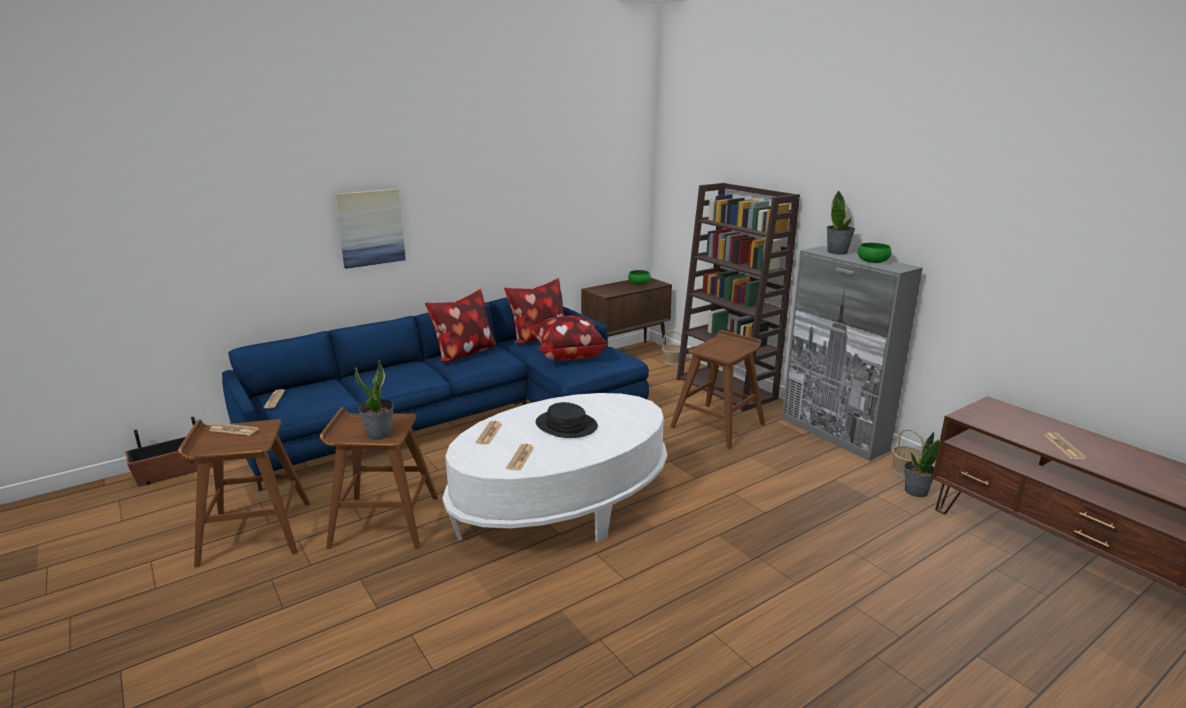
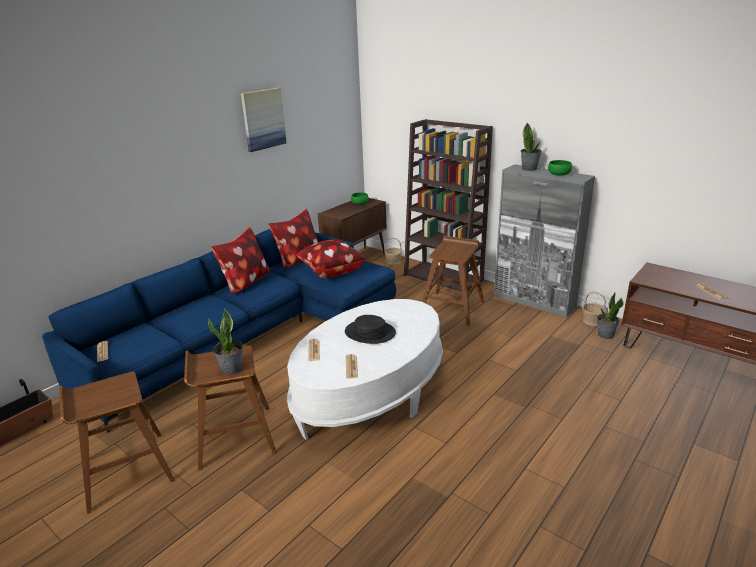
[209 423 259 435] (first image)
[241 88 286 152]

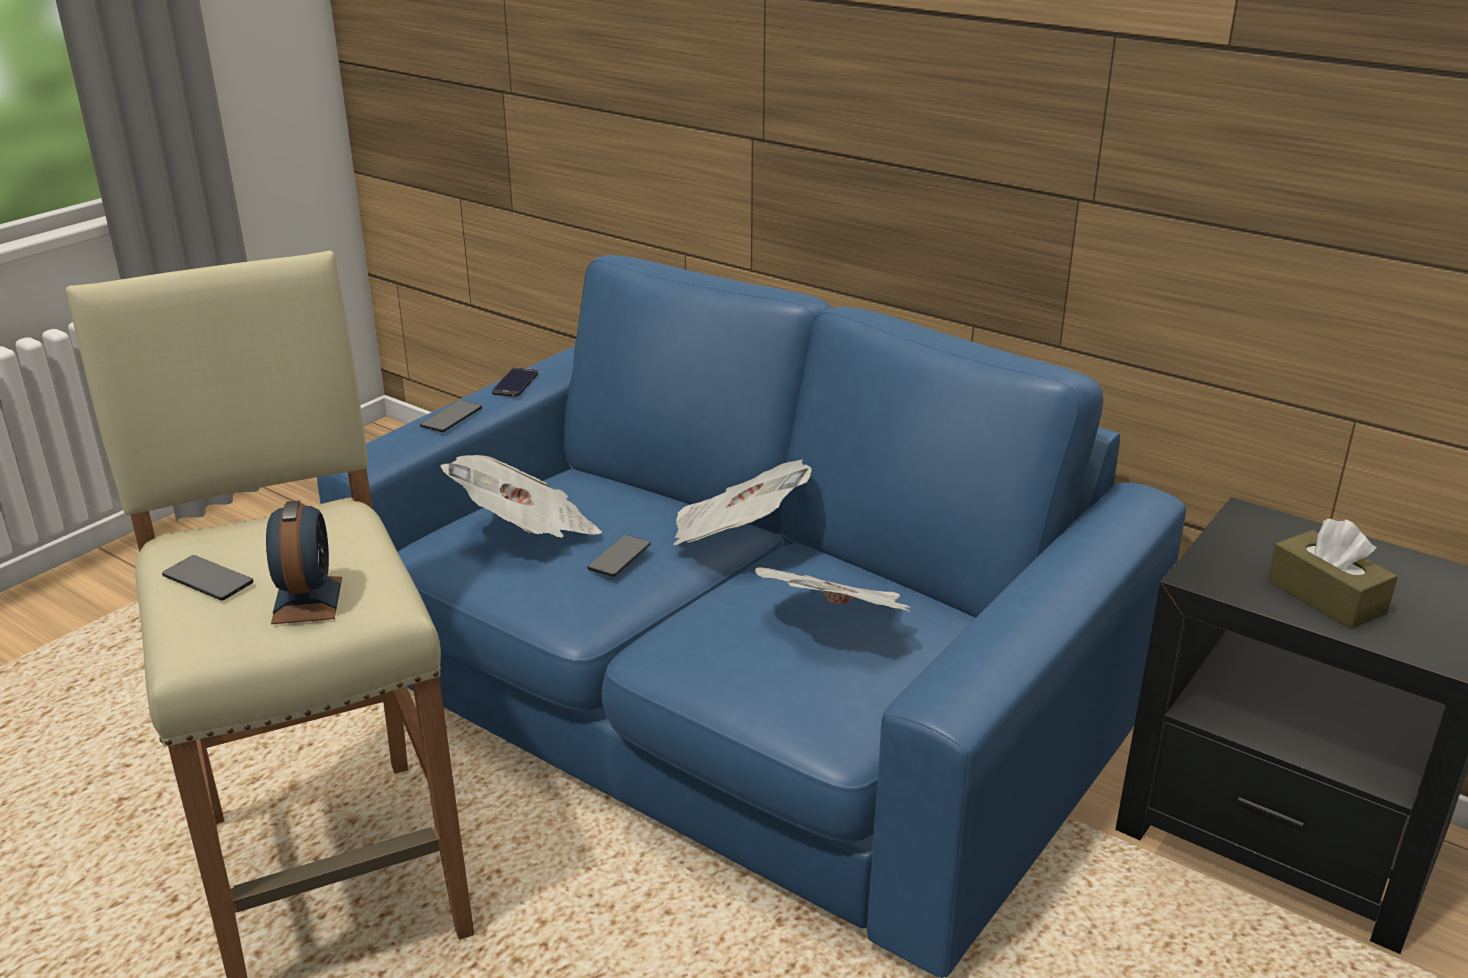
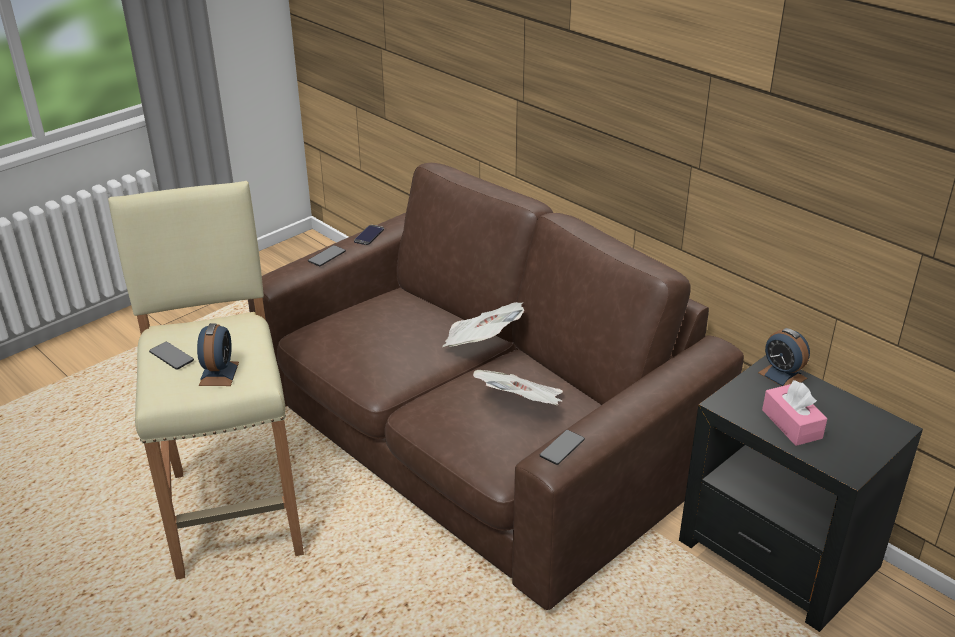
[440 455 602 538] (first image)
[758 328 810 386]
[540 430 585 465]
[248 163 744 610]
[762 380 828 446]

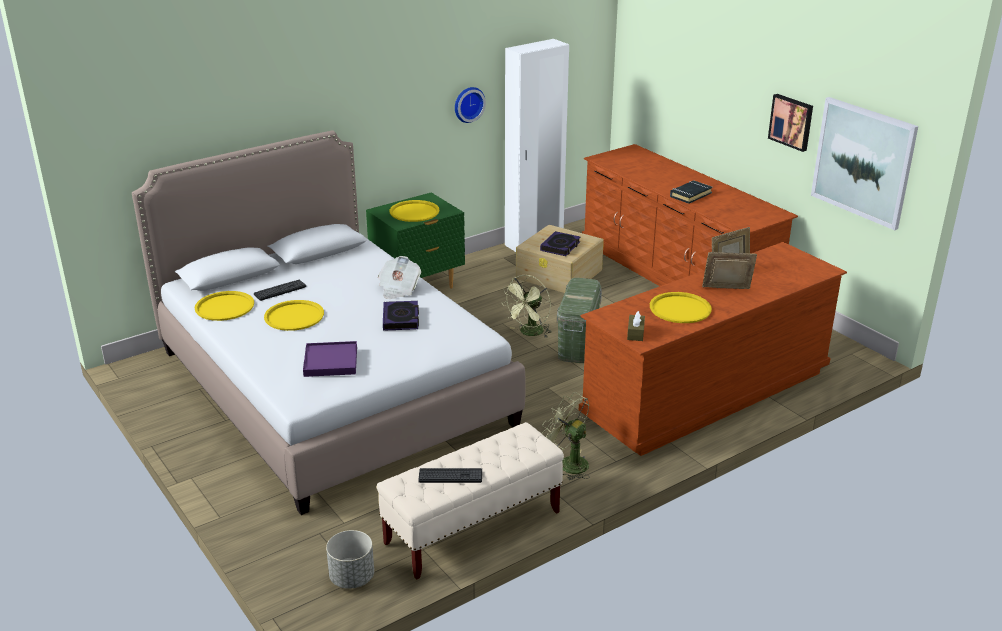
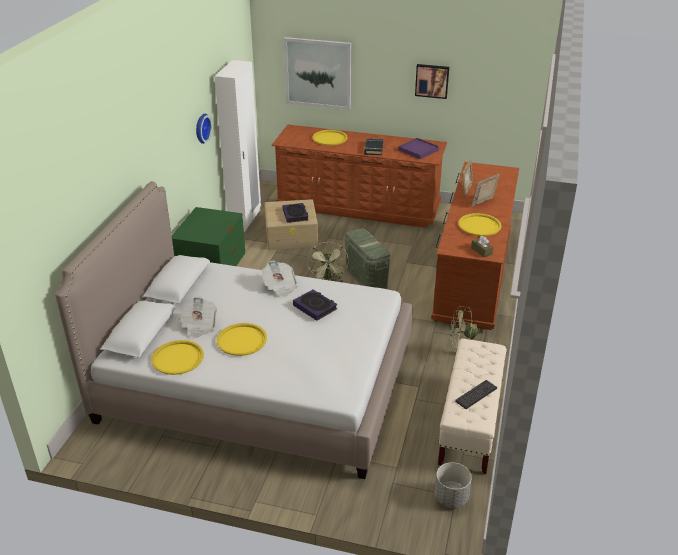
[398 138 439 159]
[313 130 348 145]
[284 37 351 110]
[179 297 217 339]

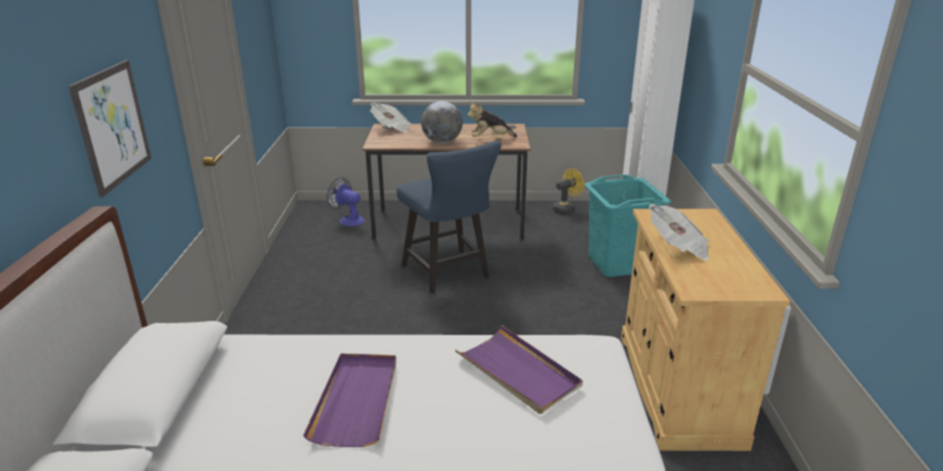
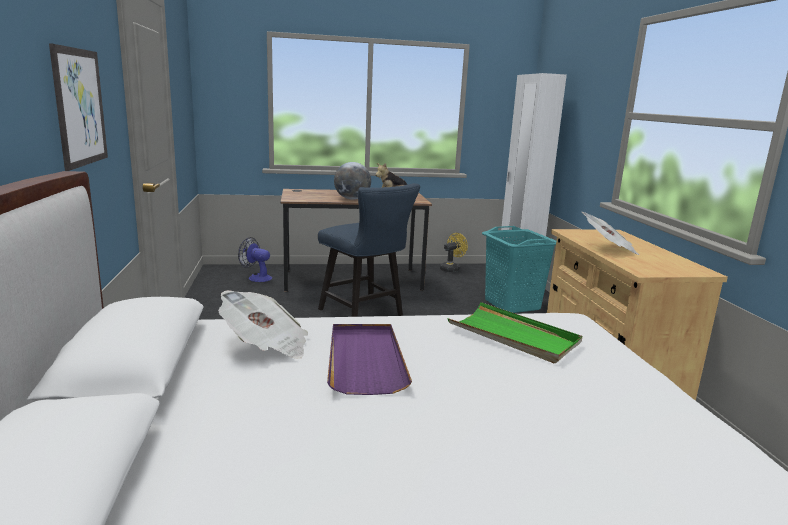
[218 290 308 359]
[448 302 582 363]

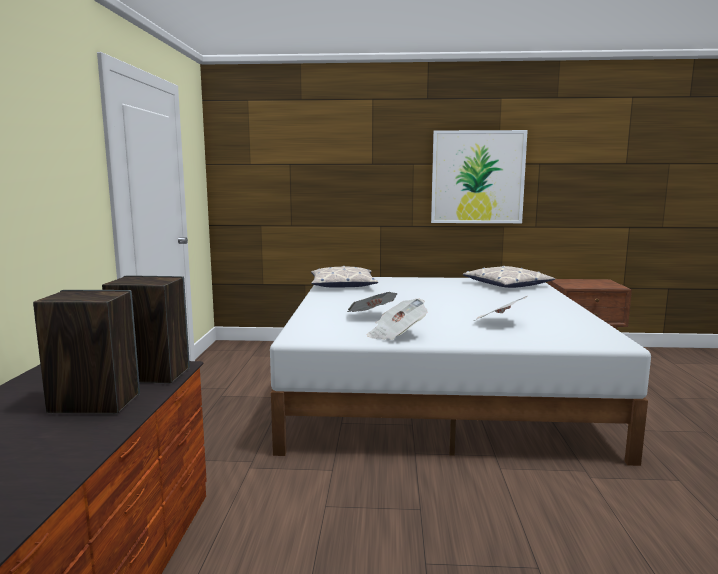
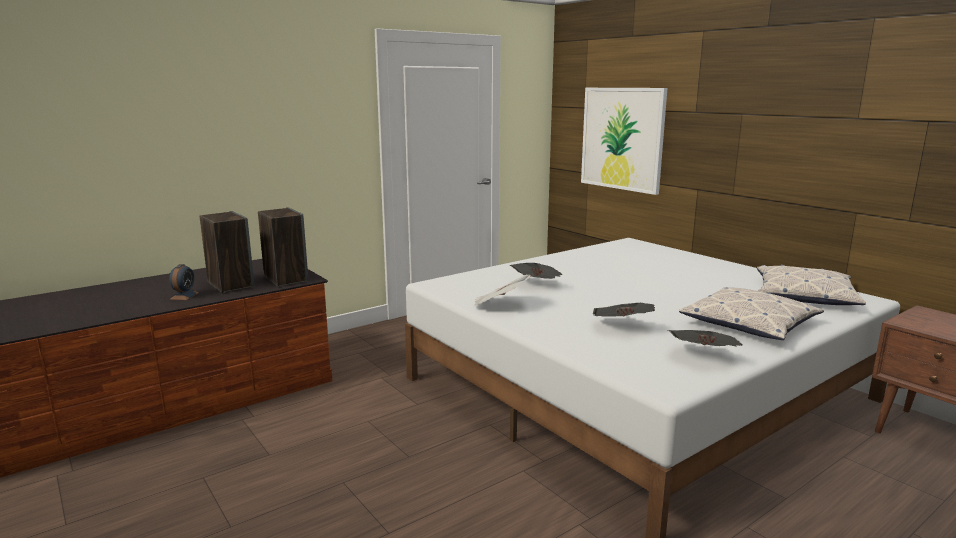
[169 264 199 300]
[668 330 743 346]
[679 287 824 340]
[581 88 667 195]

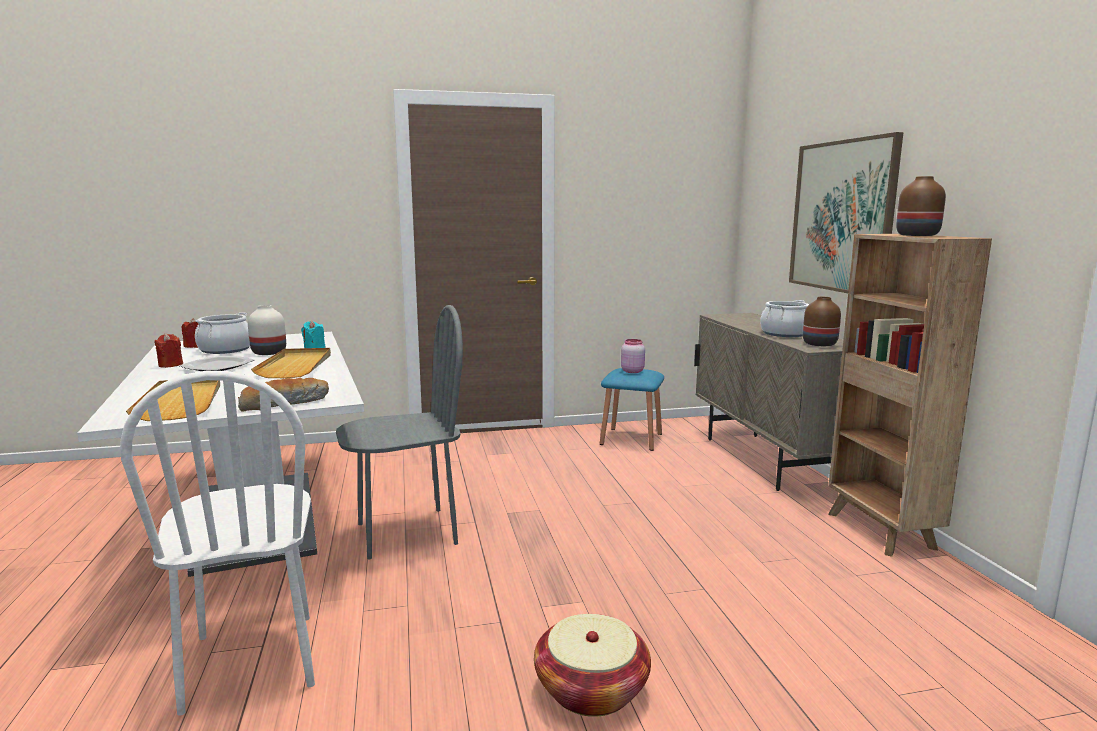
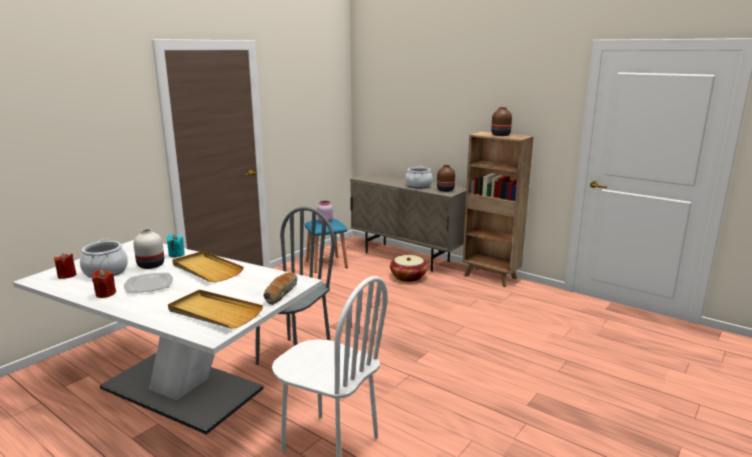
[789 132 903 293] (first image)
[390 255 428 282]

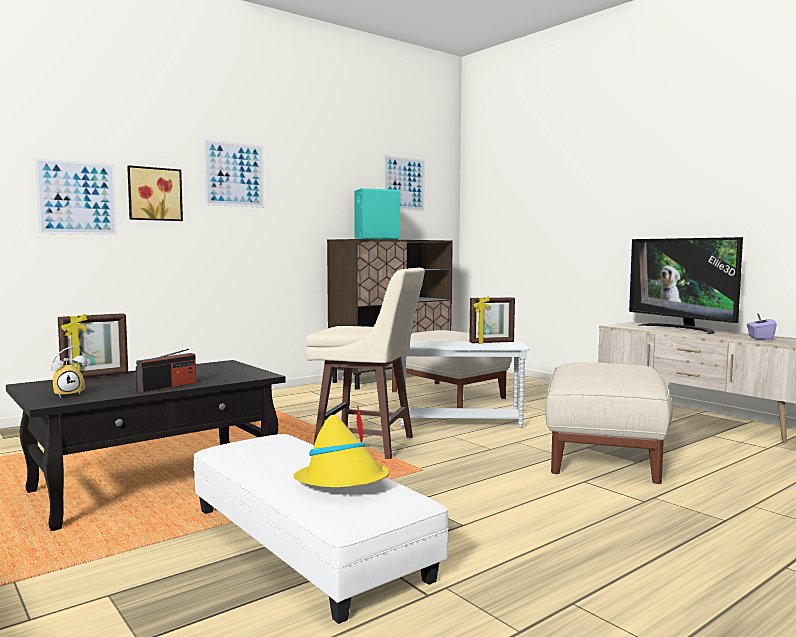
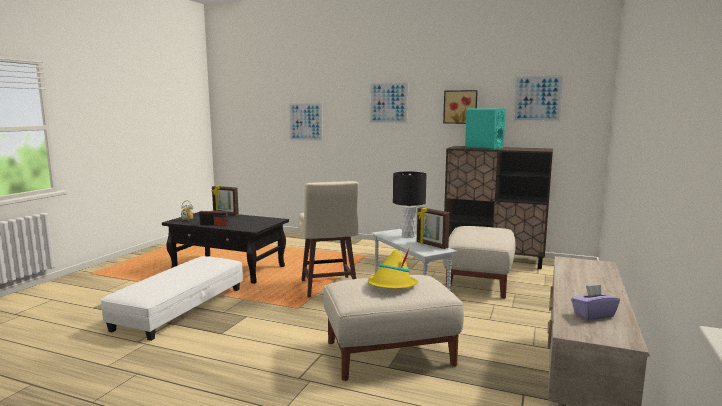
[629 237 743 334] (first image)
[393 172 427 238]
[443 90 478 124]
[368 249 418 289]

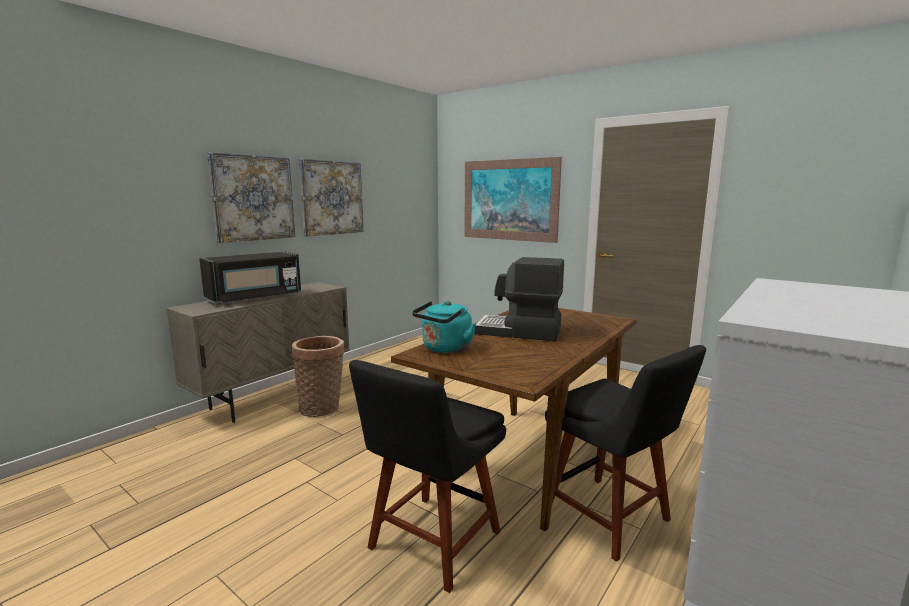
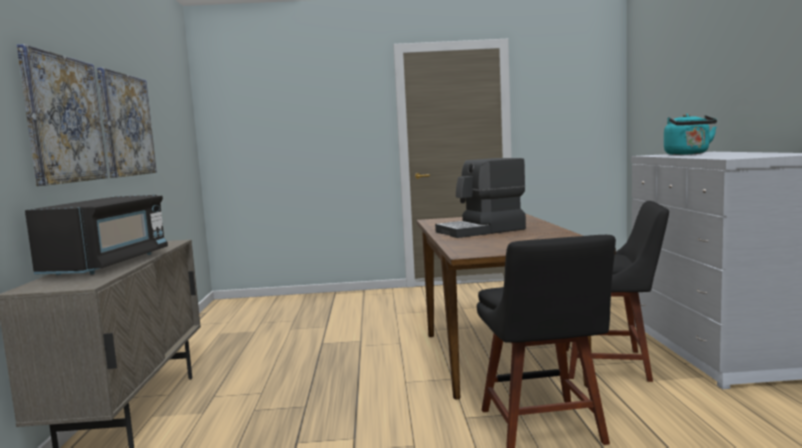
[292 336 344 417] (first image)
[464 157 562 243] (first image)
[664 114 717 155]

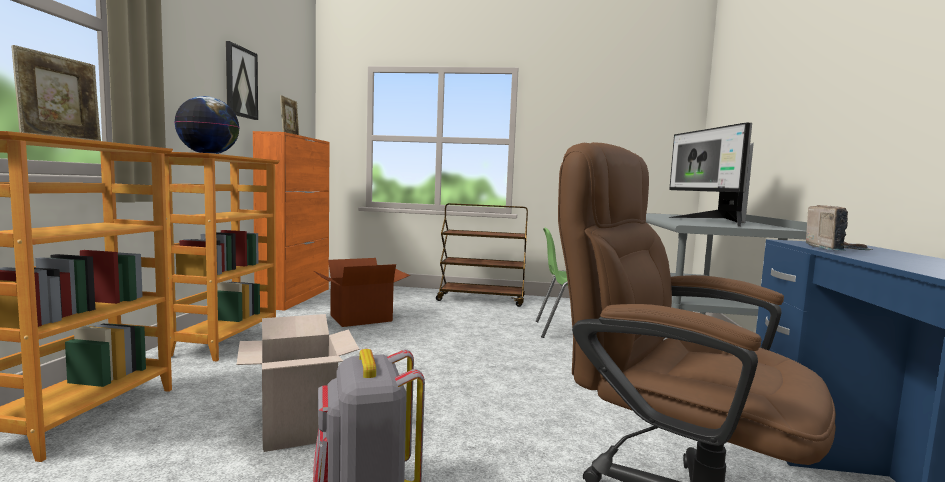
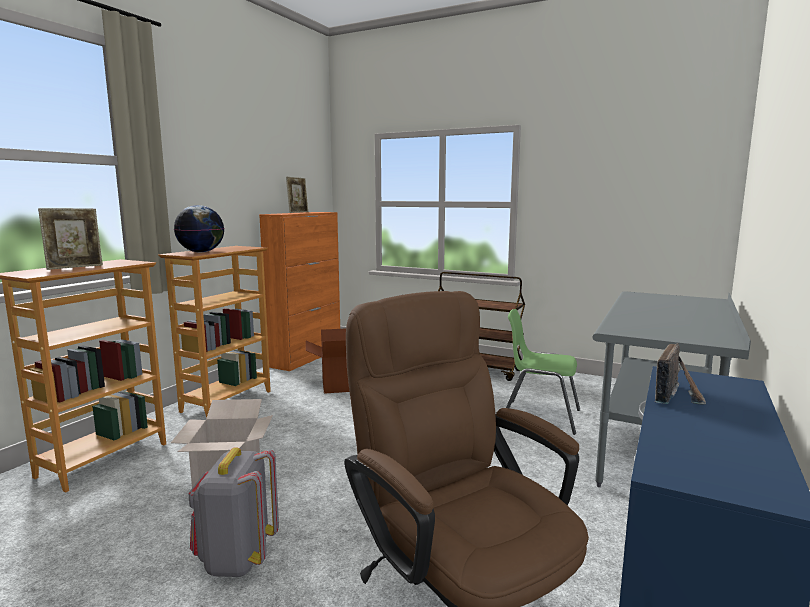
[226 41 258 120] (first image)
[668 122 754 227] (first image)

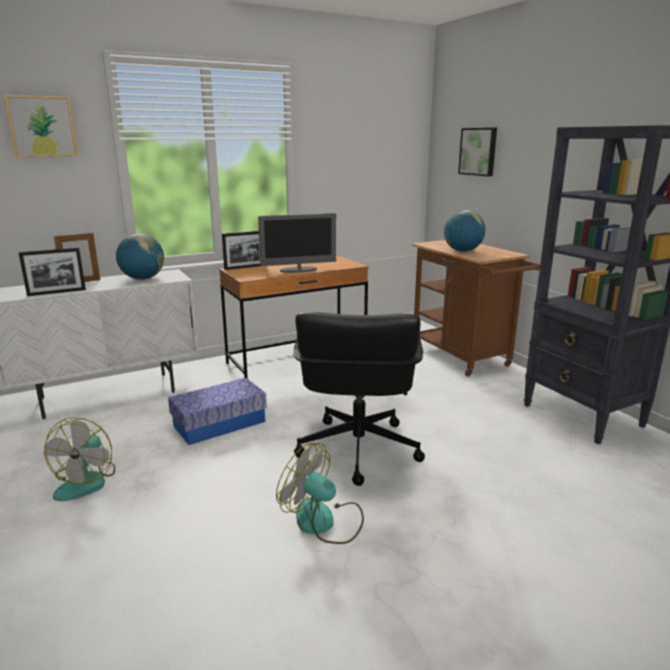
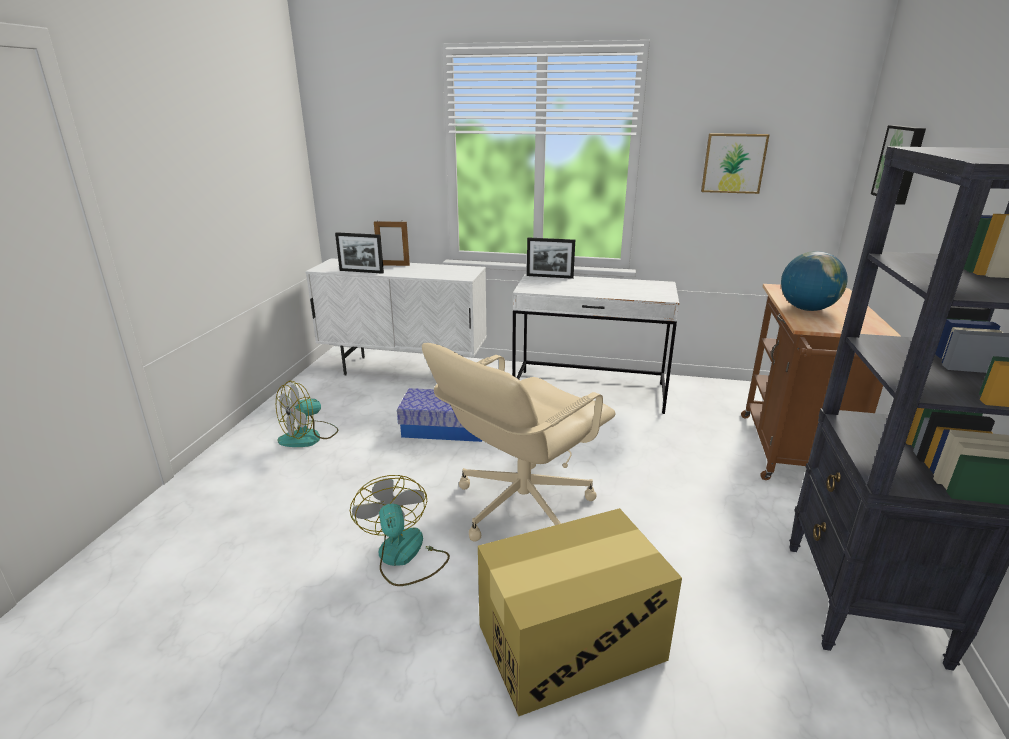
[116 233 164 280] (first image)
[258 213 336 273] (first image)
[478 508 682 716]
[701 133 769 194]
[512 273 679 414]
[422 343 616 542]

